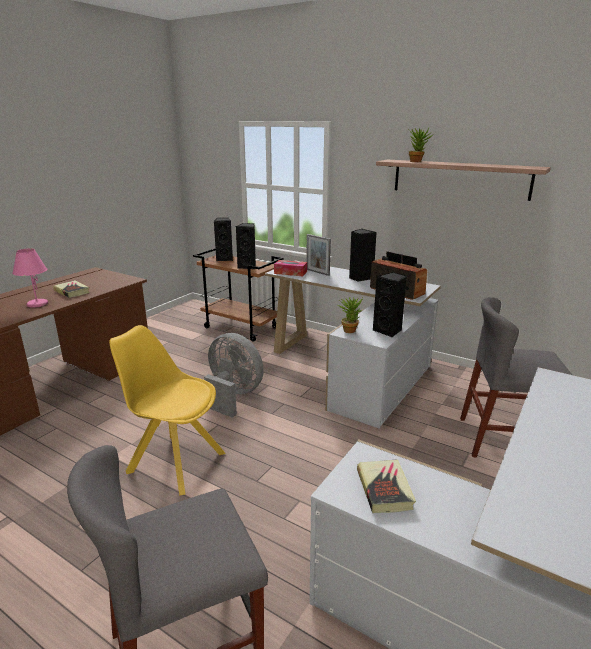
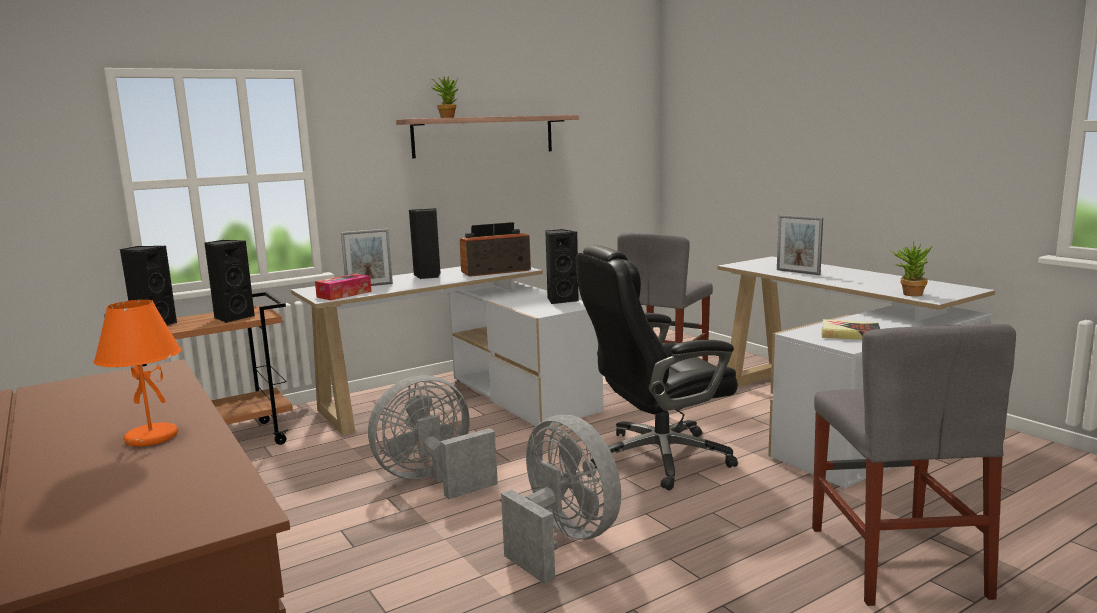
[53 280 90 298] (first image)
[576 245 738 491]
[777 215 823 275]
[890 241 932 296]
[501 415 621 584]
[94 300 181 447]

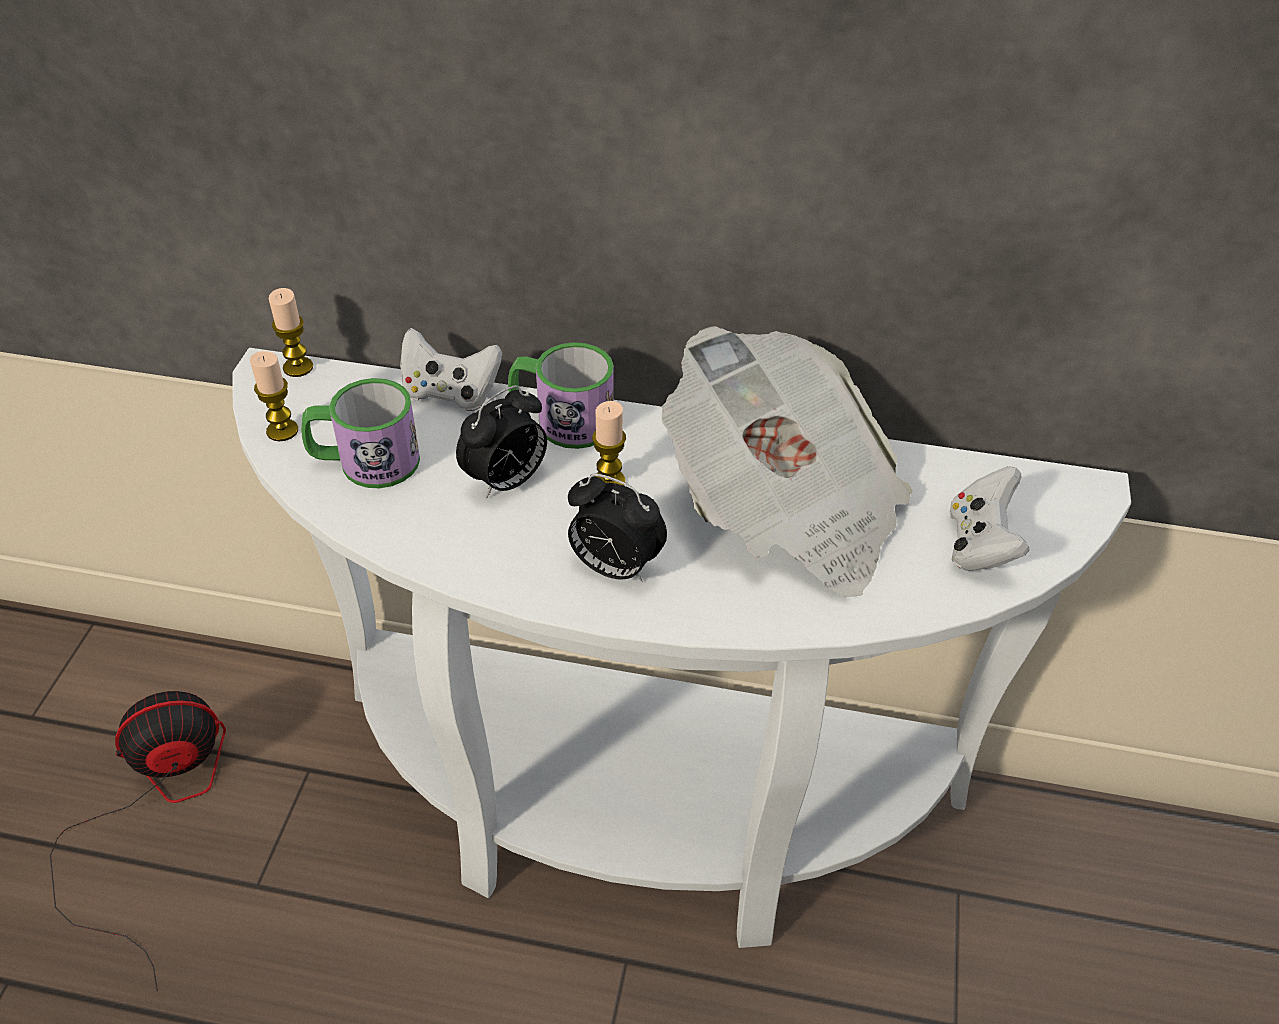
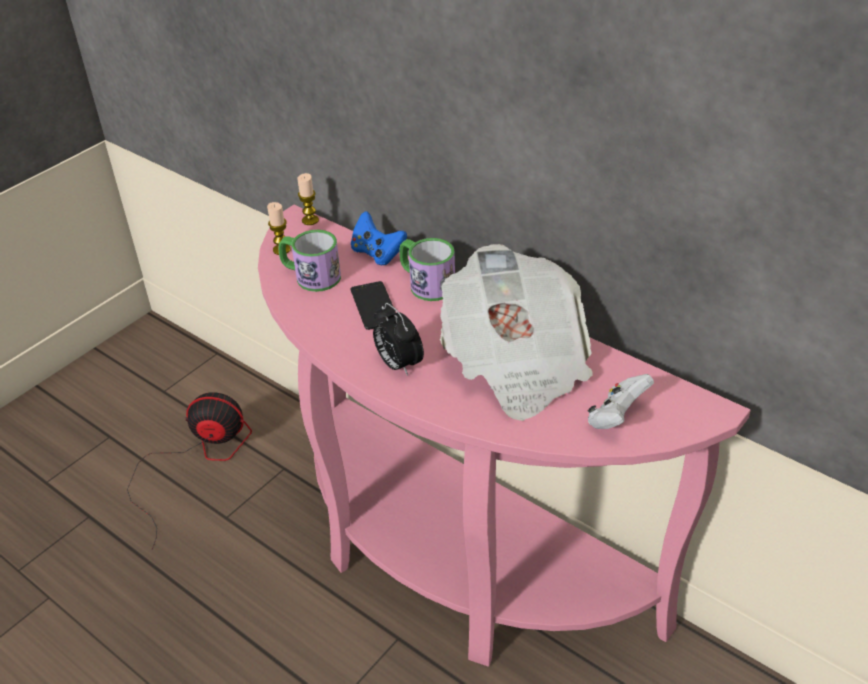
[592 401 626 486] (first image)
[351 281 396 330]
[258 205 751 667]
[351 211 407 265]

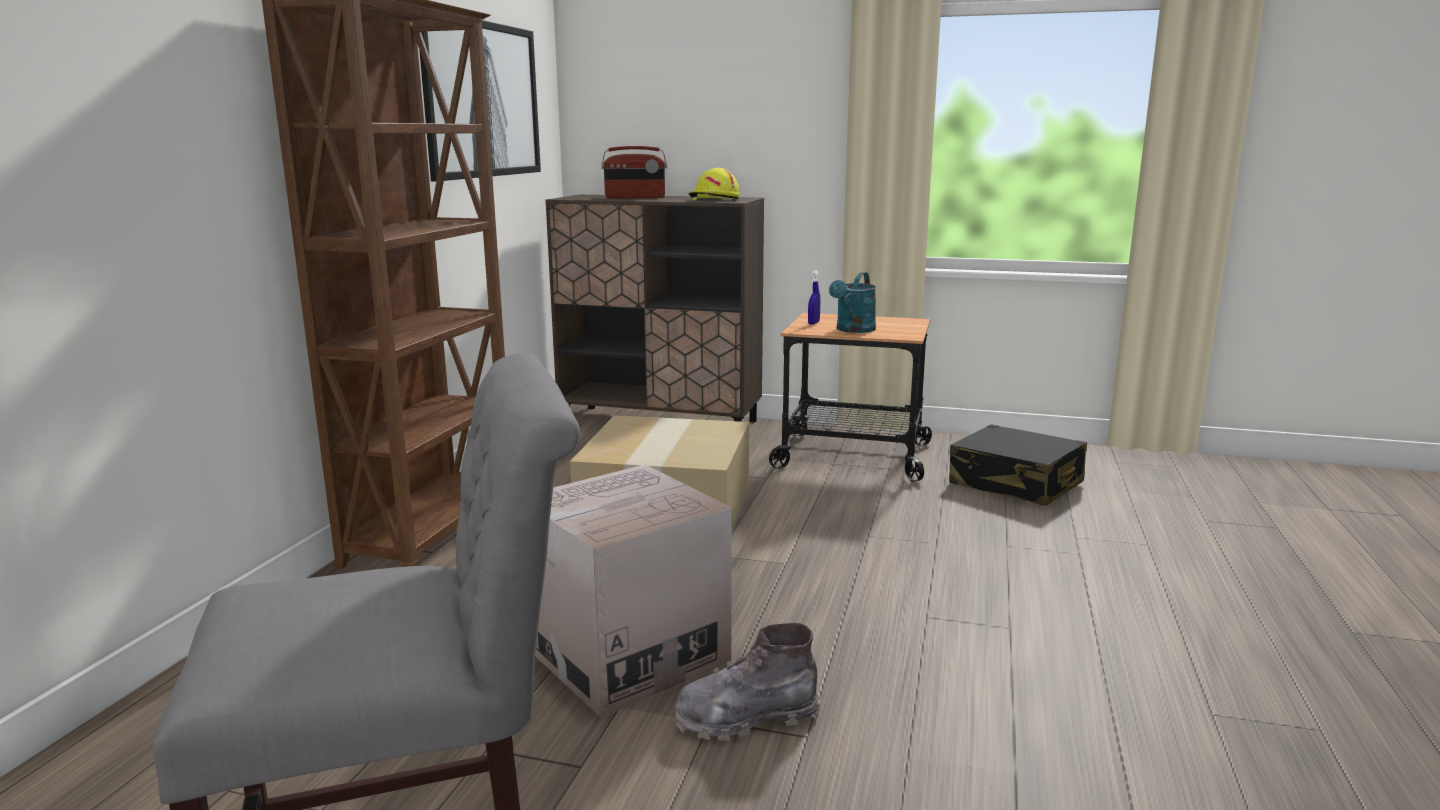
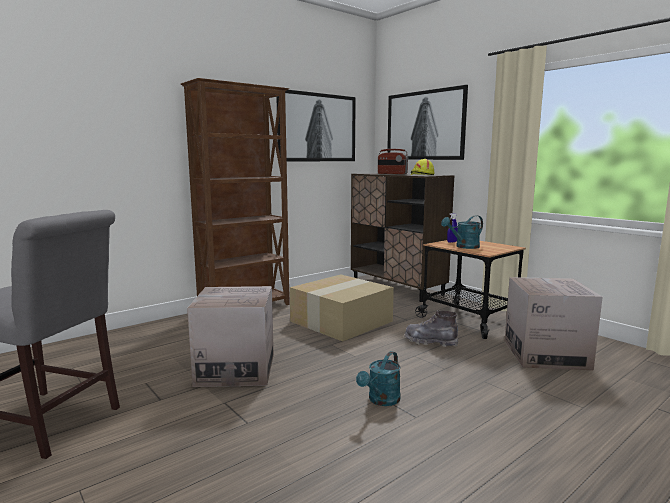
[356 351 401 406]
[387 85 468 160]
[405 310 458 347]
[505 277 603 370]

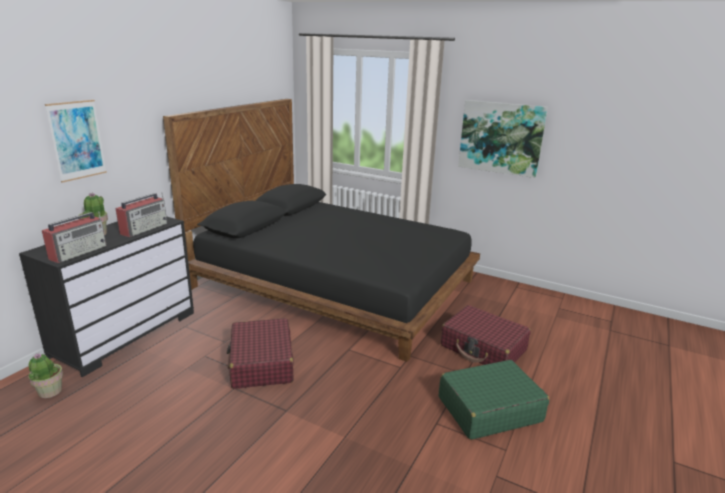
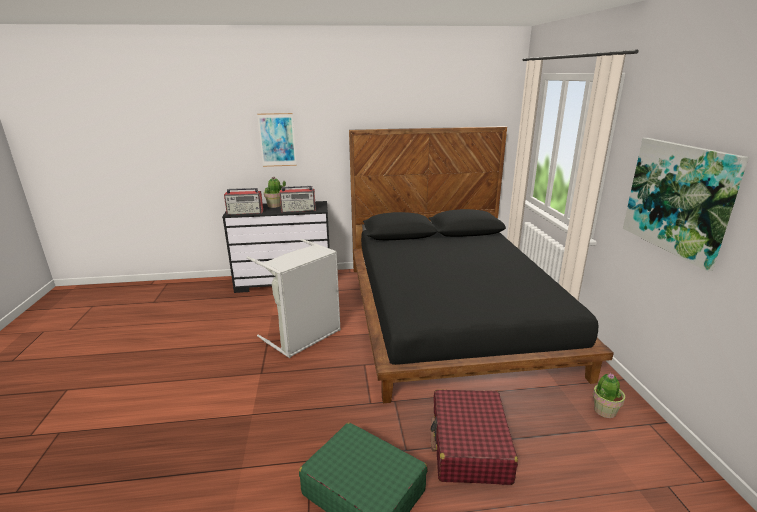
[593 373 626 418]
[246 239 341 358]

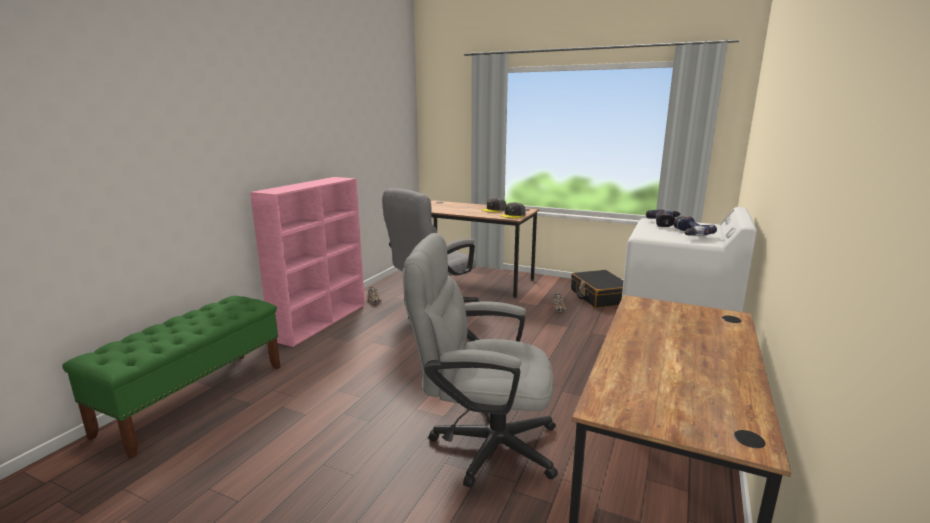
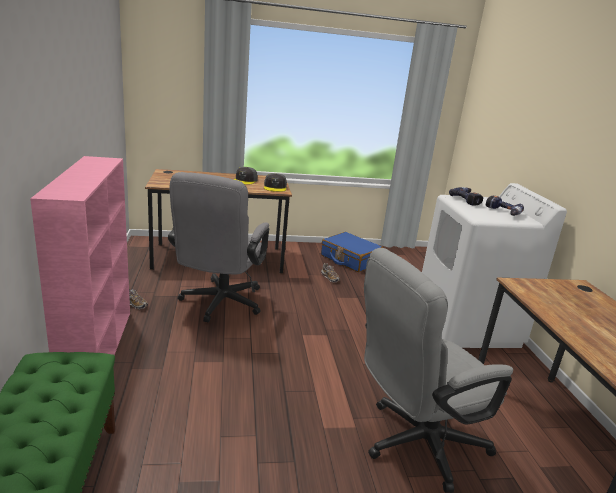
[321 232 383 272]

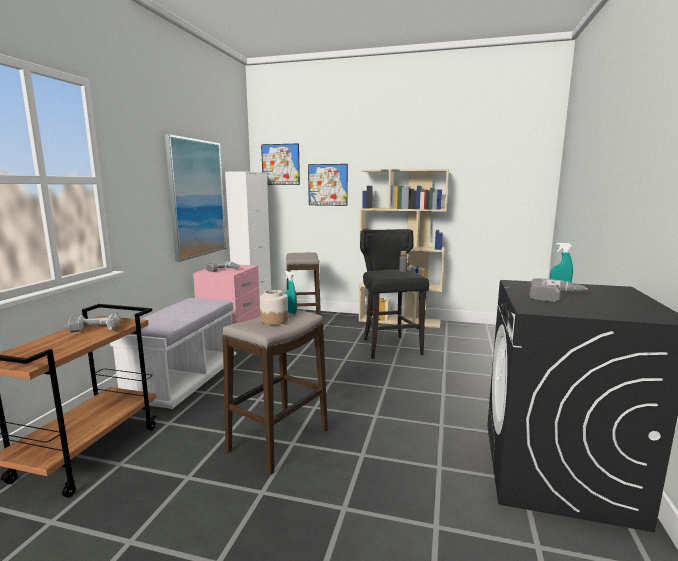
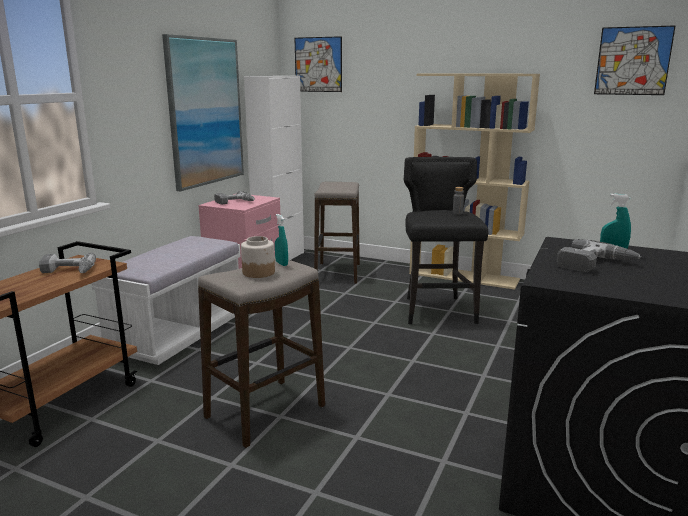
[594 25 676 95]

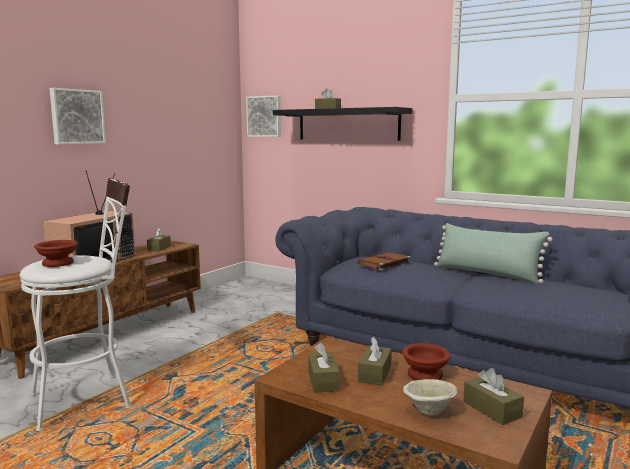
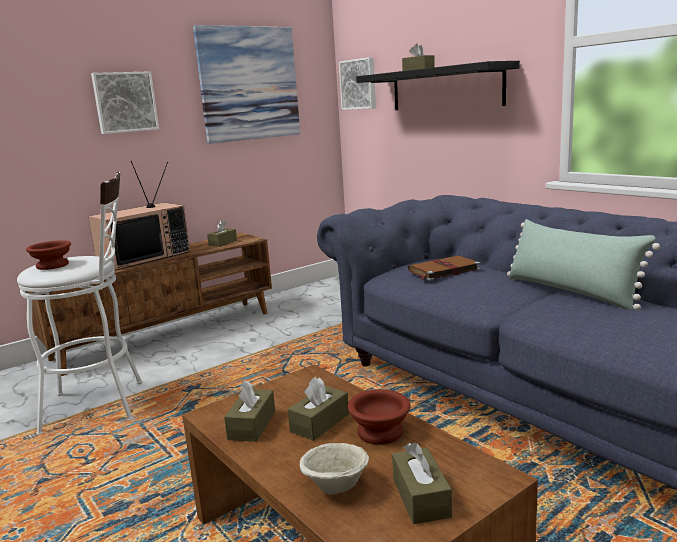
[193 25 300 144]

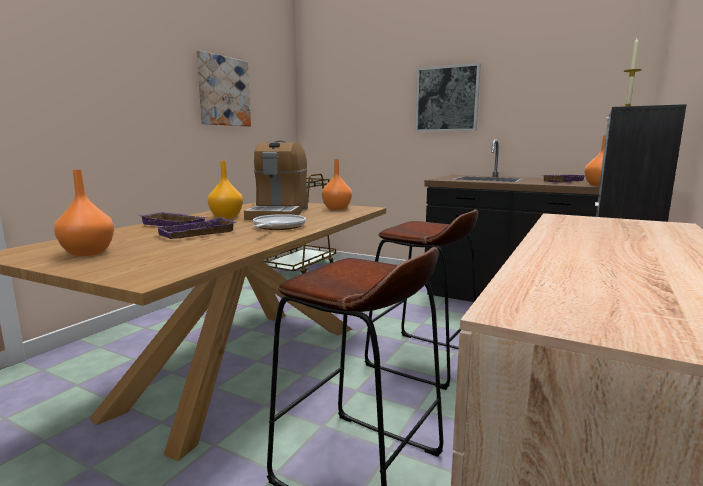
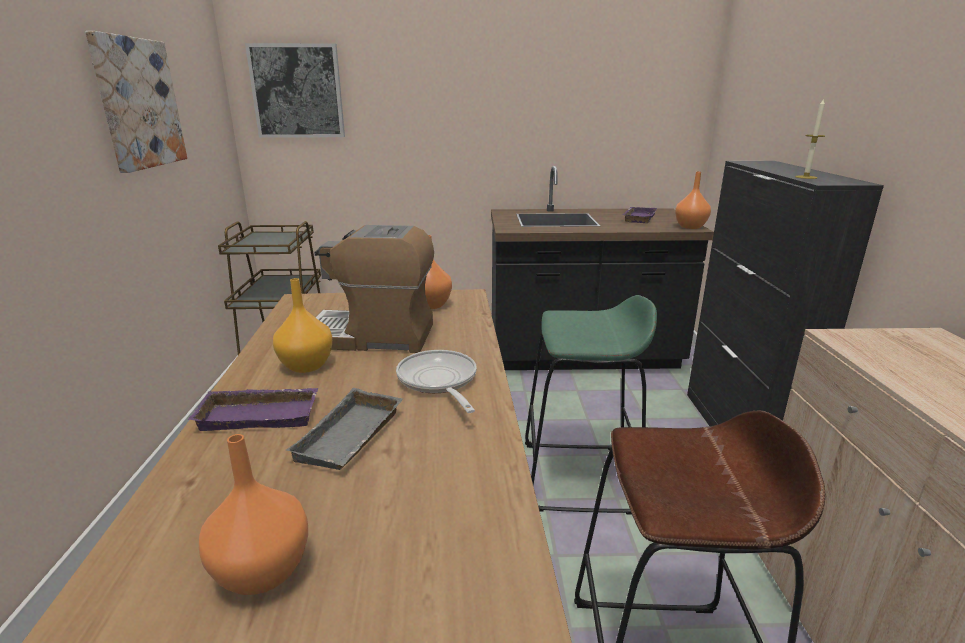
[245 43 345 137]
[286 388 403 470]
[525 295 657 514]
[314 225 434 353]

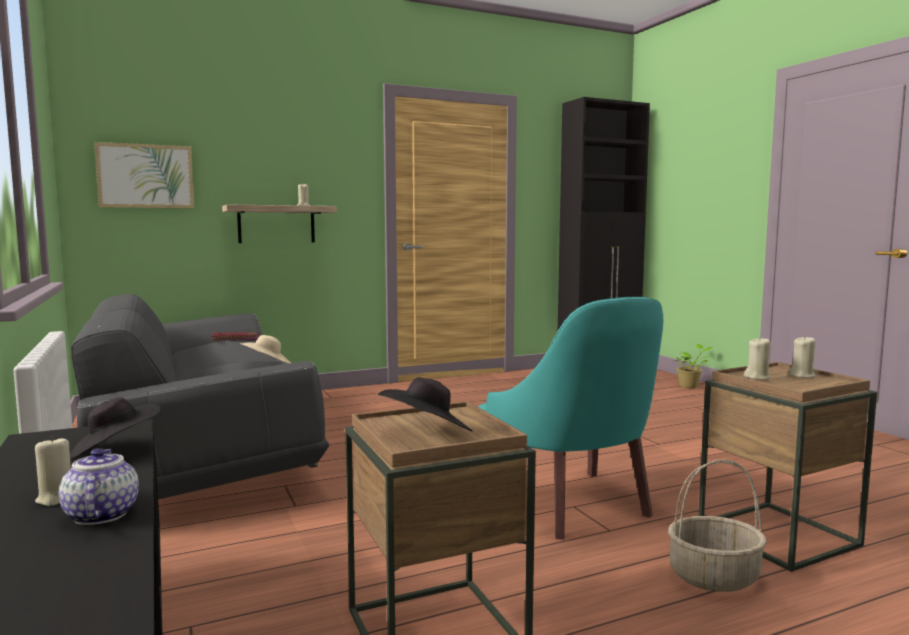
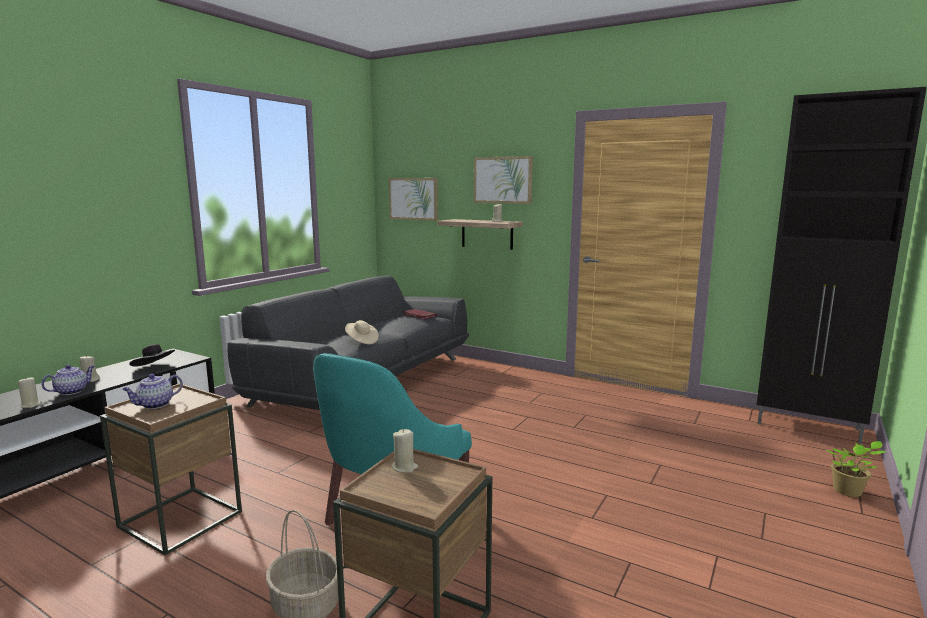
[474 156 533 204]
[18 377 42 408]
[122 374 183 409]

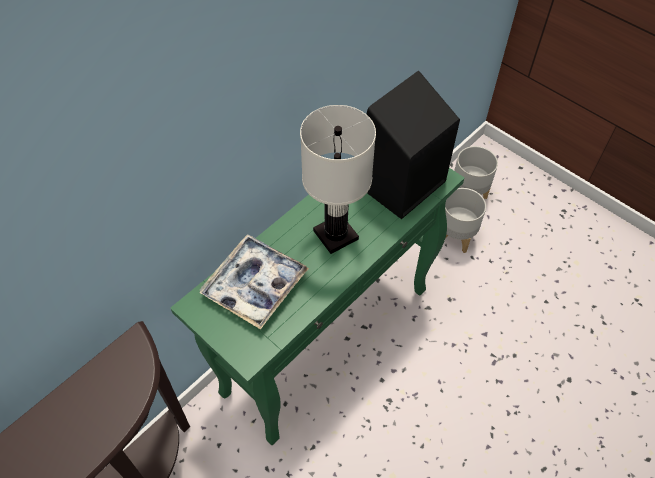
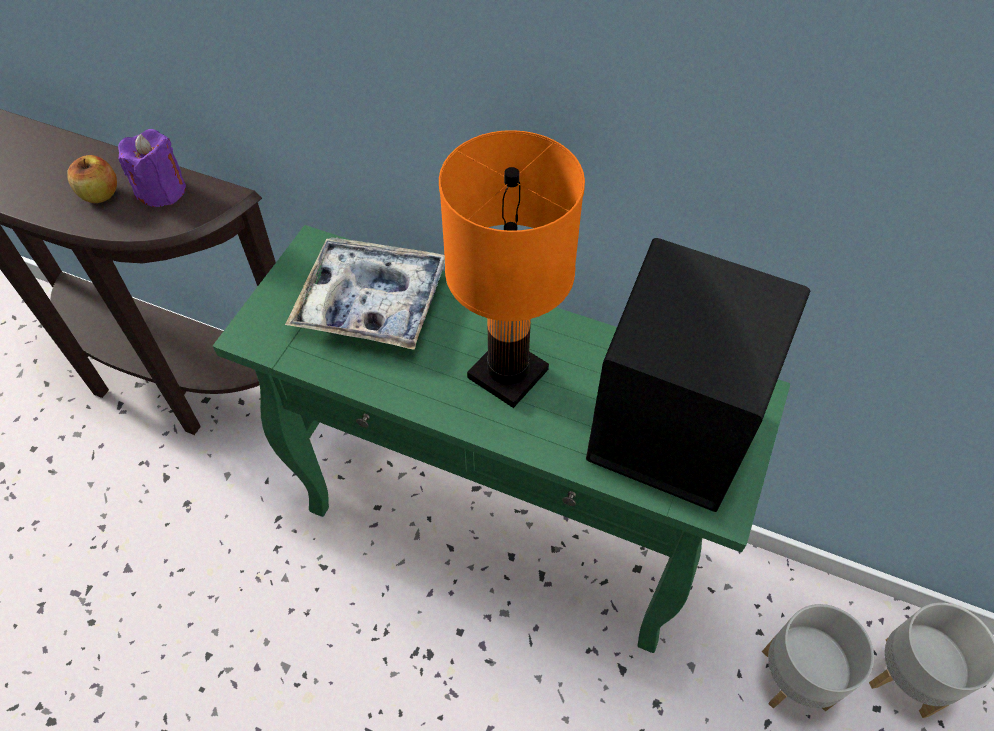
[67 155 117 203]
[118 129 186 207]
[439 130 585 408]

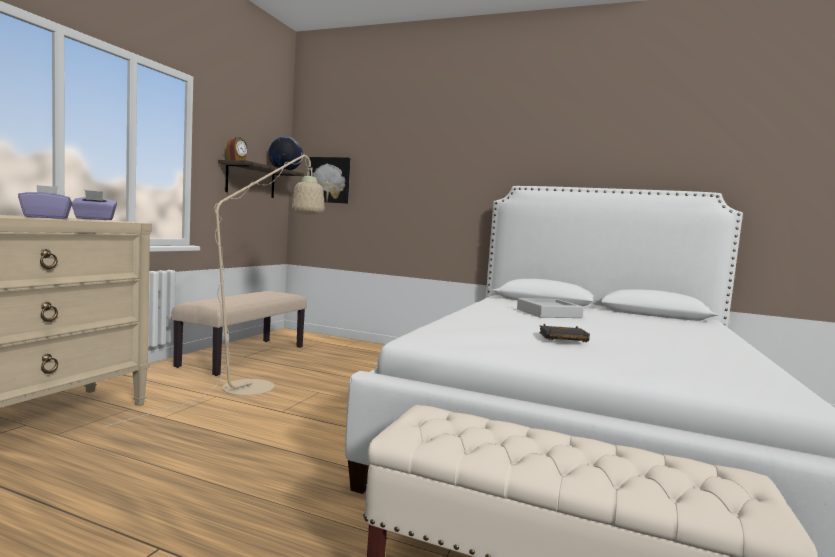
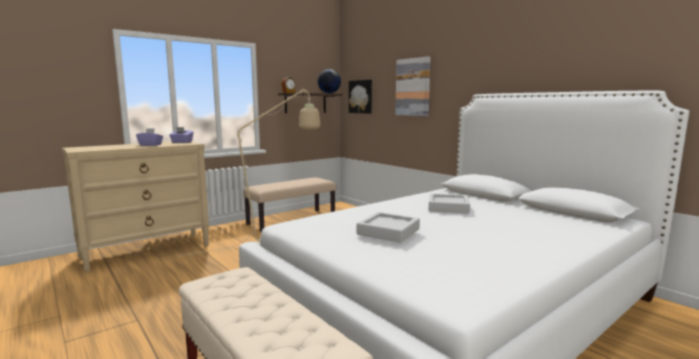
[395 56 431 116]
[357 212 420 243]

